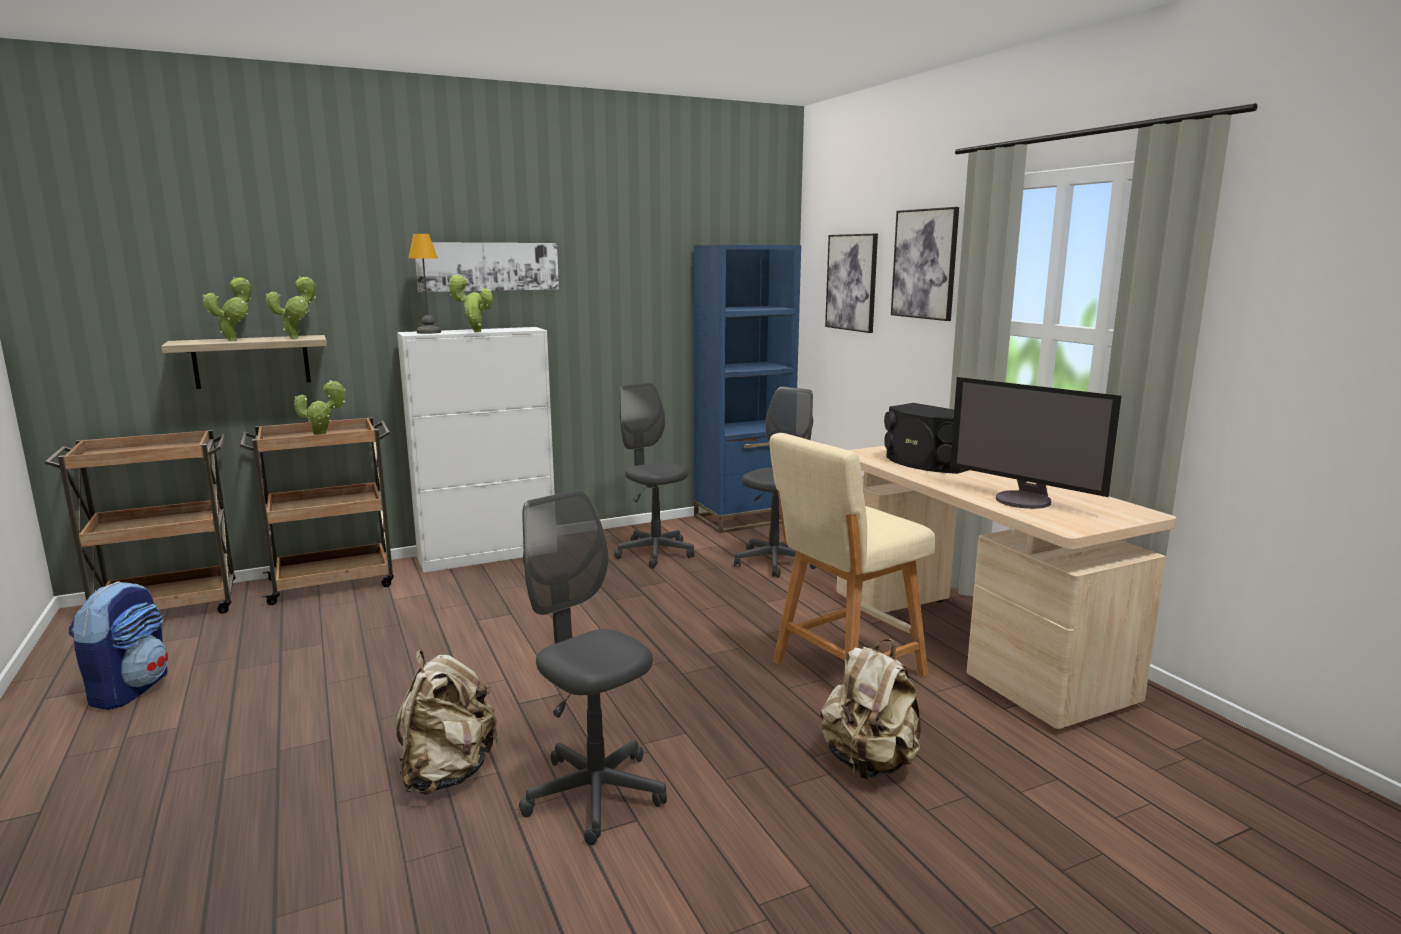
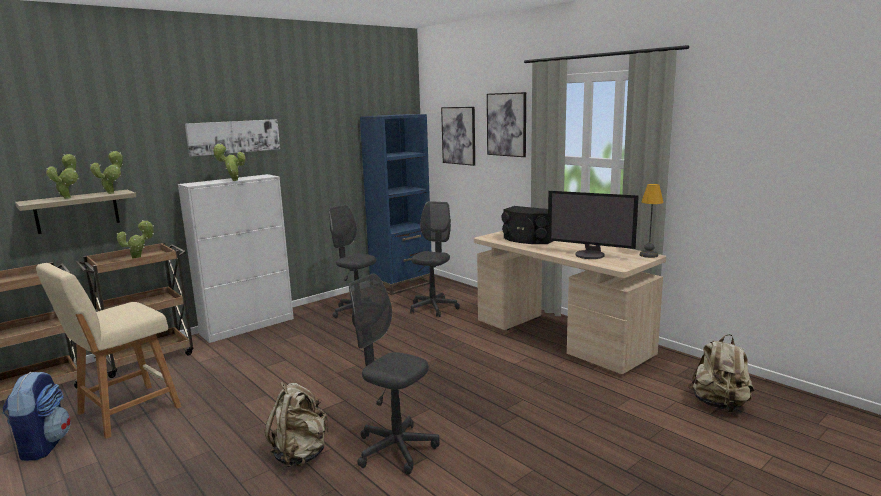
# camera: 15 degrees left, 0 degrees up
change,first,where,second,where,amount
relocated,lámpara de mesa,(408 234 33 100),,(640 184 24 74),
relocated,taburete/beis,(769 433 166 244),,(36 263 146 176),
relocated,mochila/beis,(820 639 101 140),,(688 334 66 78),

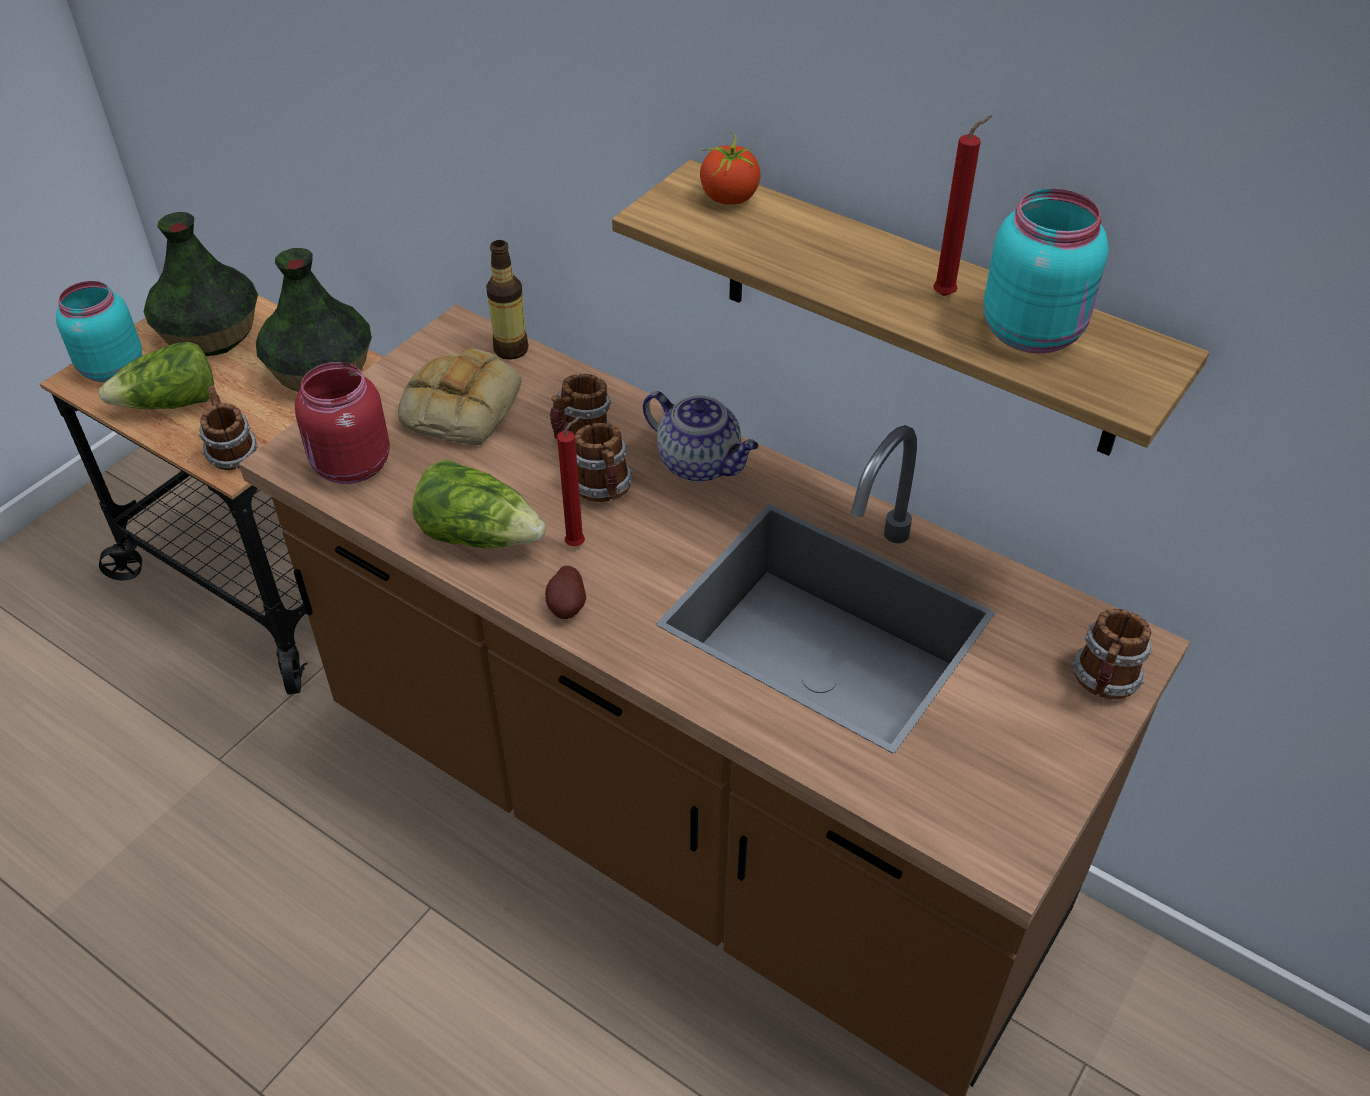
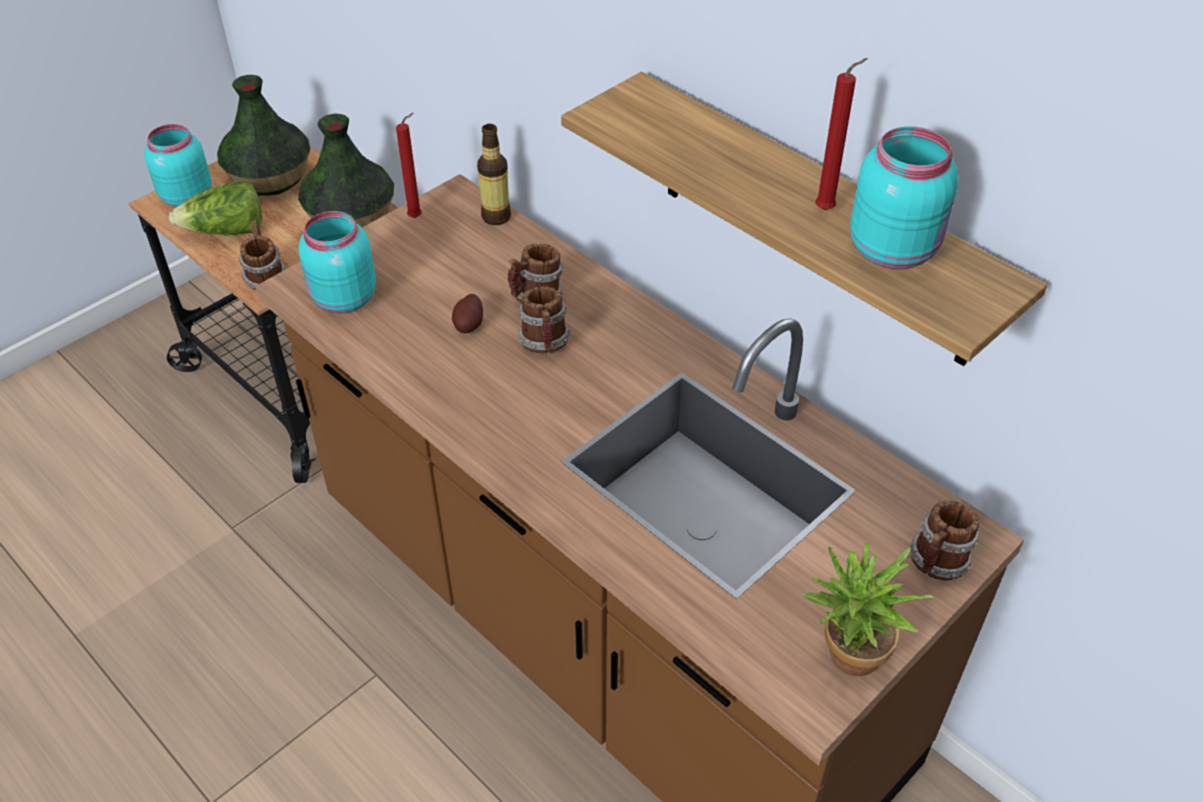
# camera: 10 degrees right, 0 degrees up
change,first,where,second,where,amount
colour,tarro/rojo,(295 362 95 122),tarro/turquesa,(298 211 78 103),
missing,pan,(398 348 124 97),,,
missing,lechuga,(412 459 134 89),,,
relocated,patata,(545 566 41 53),,(452 294 31 39),
relocated,vela/rojo,(557 416 28 130),,(396 113 26 105),
missing,tetera,(643 391 116 91),,,
missing,tomate,(700 132 61 73),,,
appeared,,,planta en maceta,(802 543 132 133),

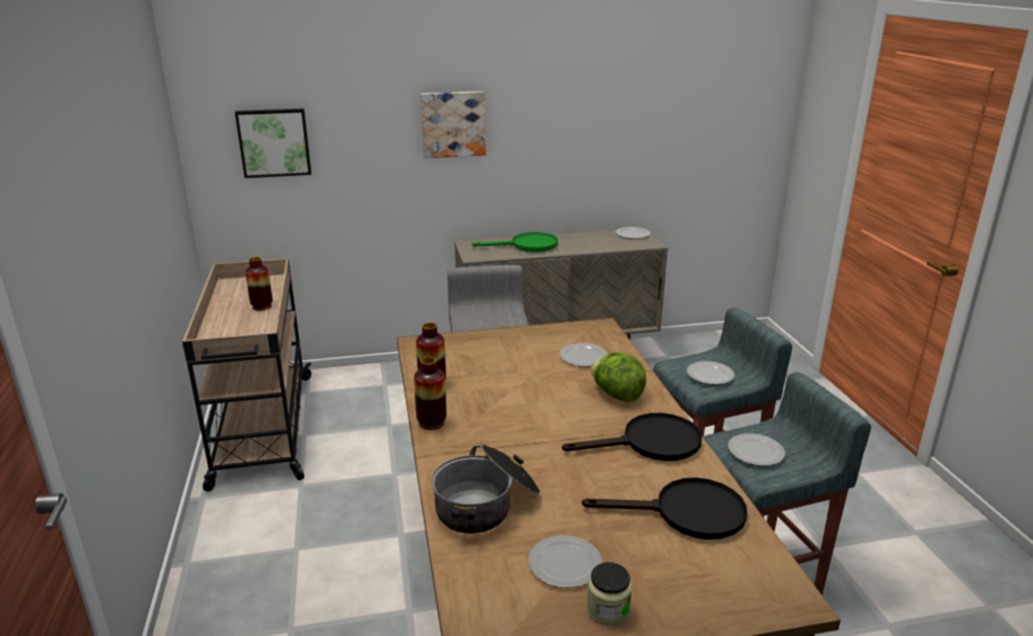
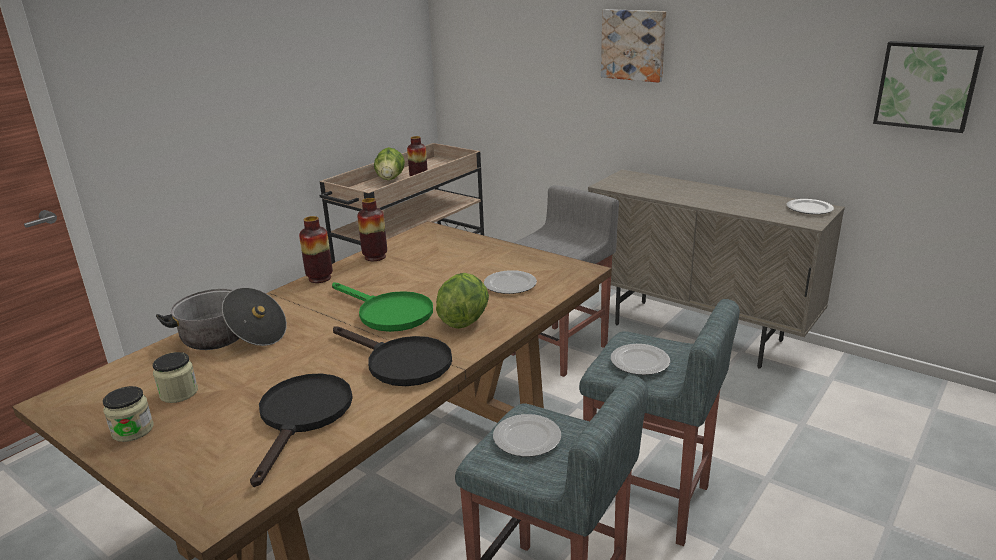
# camera: 50 degrees right, 0 degrees up
change,first,where,second,where,amount
relocated,cuadro,(235 108 76 70),,(873 41 111 92),
relocated,sartén/verde,(472 232 86 20),,(332 283 101 49),
exchanged,plato,(529 535 73 53),tarro,(153 352 45 51),
spun,sartén/negro,(582 477 165 63),,(250 373 103 114),135 degrees counterclockwise
appeared,,,lechuga,(374 147 31 33),

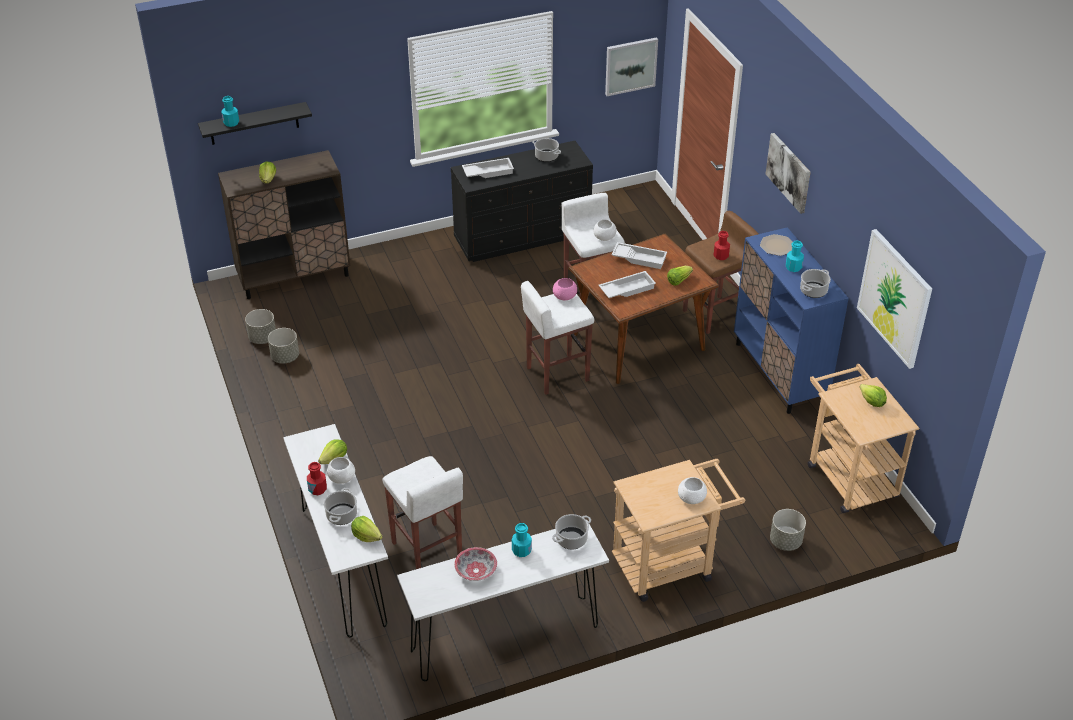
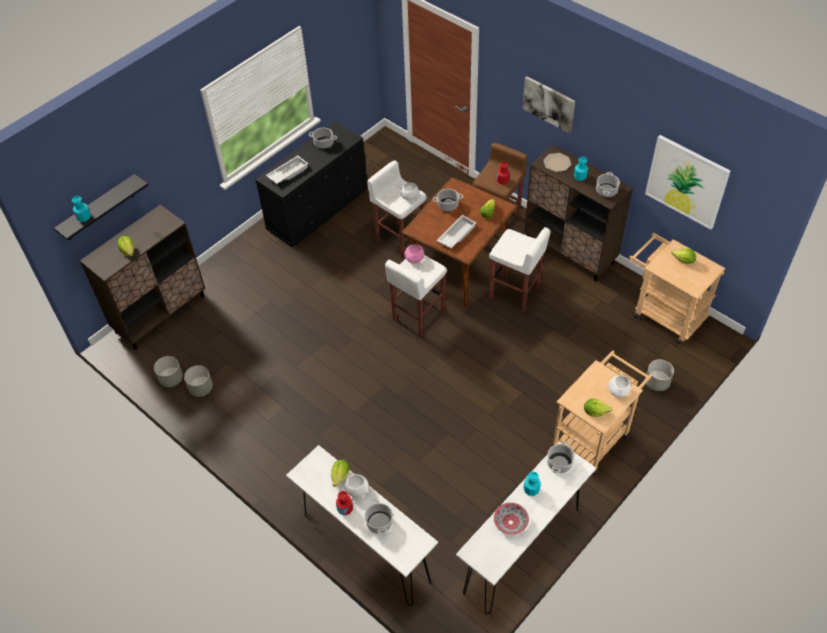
# camera: 25 degrees left, 10 degrees up
change,first,where,second,where,amount
relocated,lechuga,(351 516 31 26),,(584 398 28 19),
relocated,taburete/blanco,(382 456 81 113),,(489 227 61 85),
missing,cuadro,(605 37 53 59),,,
exchanged,bandeja/blanco,(611 242 56 27),olla,(433 189 30 22),
colour,armario/azul,(734 227 115 187),armario/marrón,(524 145 109 137),

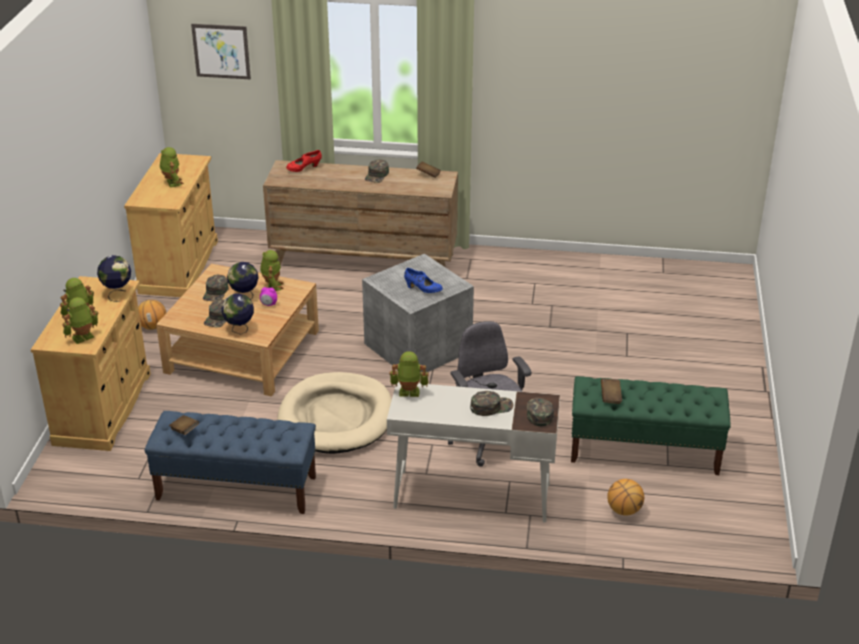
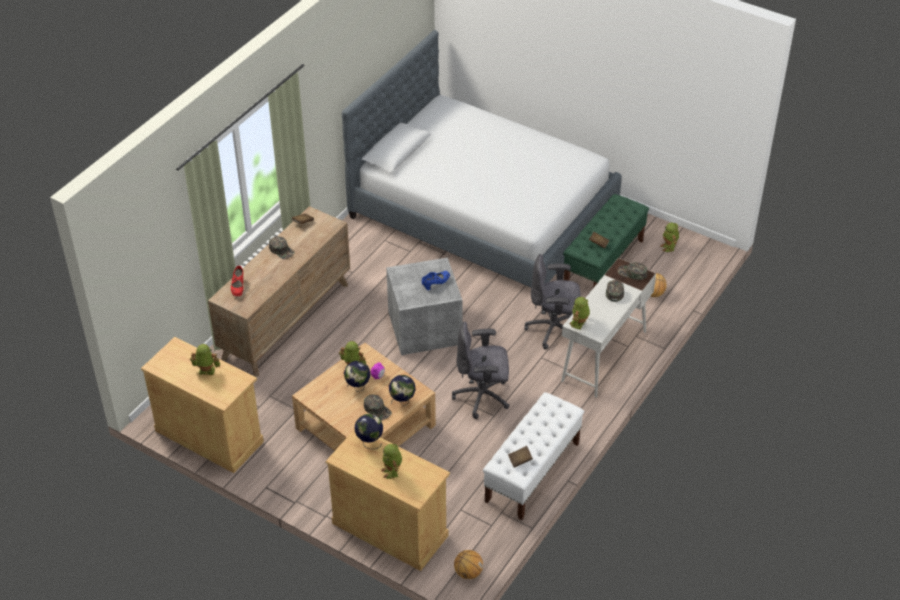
# camera: 65 degrees left, 10 degrees up
change,first,where,second,where,amount
relocated,robot de juguete,(62 297 36 47),,(660 223 19 29),
relocated,balón de baloncesto,(138 300 29 30),,(454 550 29 29),
colour,banco/azul,(145 411 171 103),banco/blanco,(483 392 101 129),
missing,cuadro,(191 24 60 55),,,
missing,gorra/verde,(203 275 26 27),,,
exchanged,cama para perro/beis,(277 372 115 82),silla de oficina/gris,(452 322 57 97),
appeared,,,cama,(342 30 280 257),

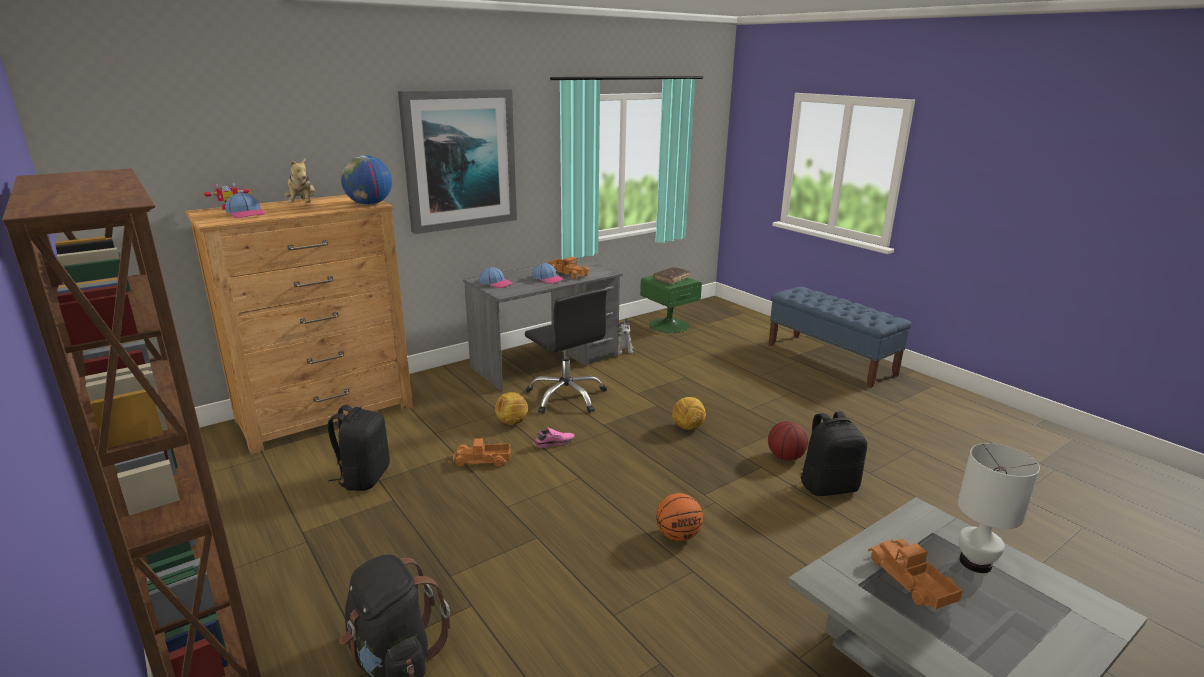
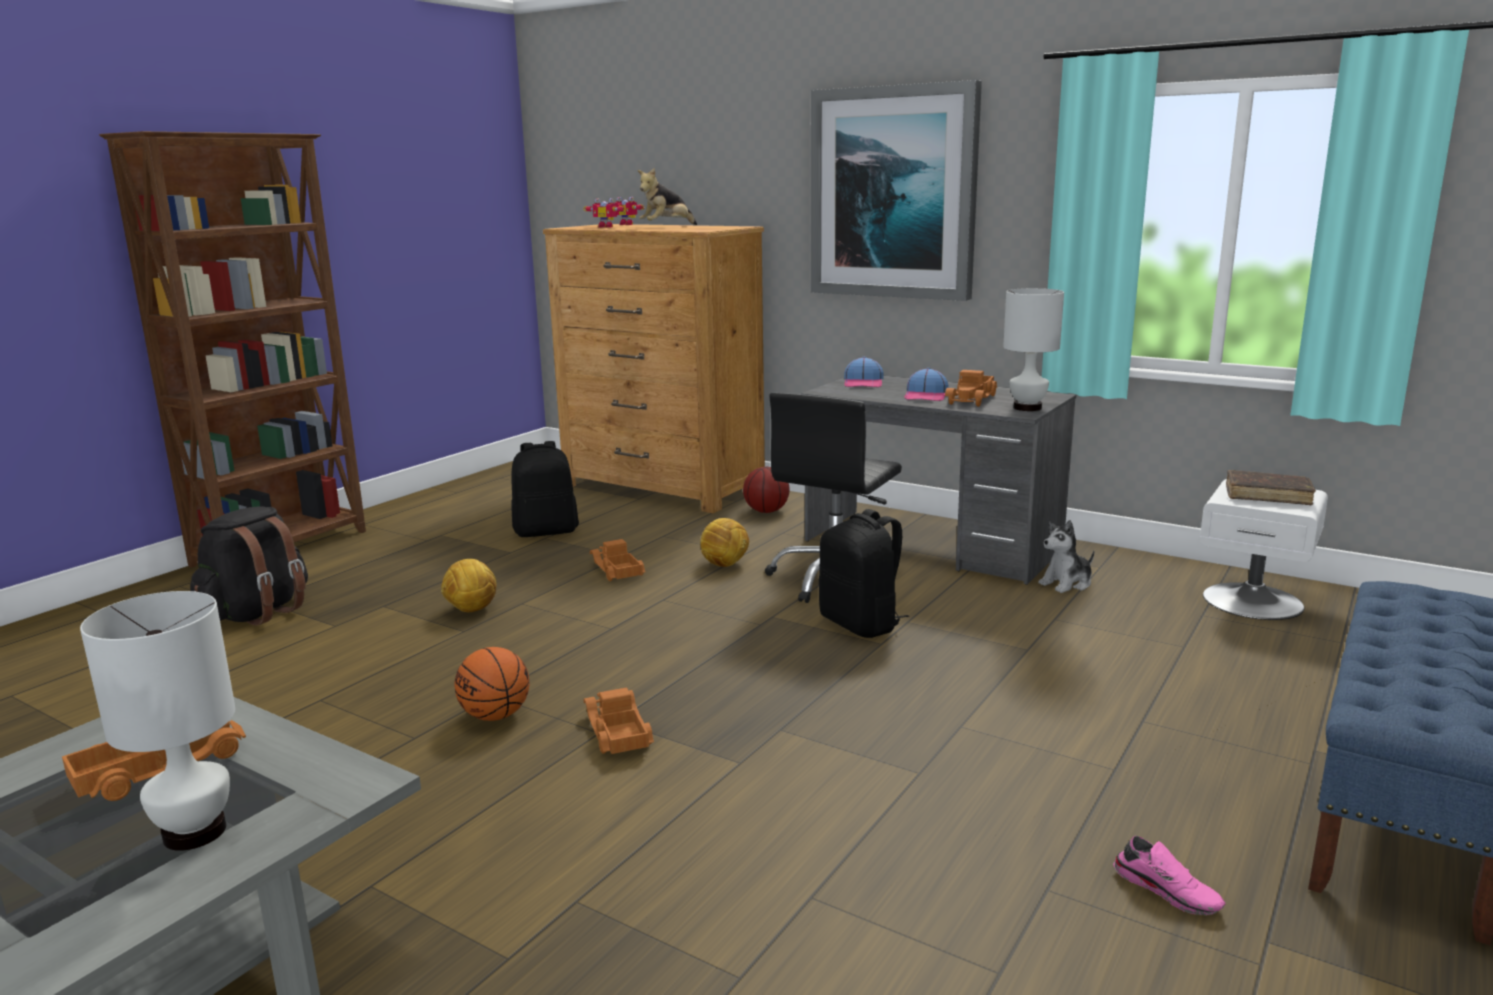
# camera: 70 degrees right, 5 degrees down
change,first,where,second,where,amount
exchanged,gorra,(225 192 40 26),robot de juguete,(583 198 44 30),
missing,globo terráqueo,(341 155 51 50),,,
relocated,zapato/rosa,(534 427 41 21),,(1113 836 113 79),
colour,mesita de noche/verde,(640 275 62 58),mesita de noche/blanco,(1200 479 128 141),
relocated,balón de fútbol,(672 397 34 33),,(441 559 55 53),
relocated,balón de baloncesto,(768 421 40 40),,(743 467 46 46),
relocated,mochila/negro,(800 412 67 84),,(818 509 91 129),
appeared,,,camión de juguete,(584 687 70 67),
appeared,,,lámpara de mesa/blanco,(1003 288 61 123),

